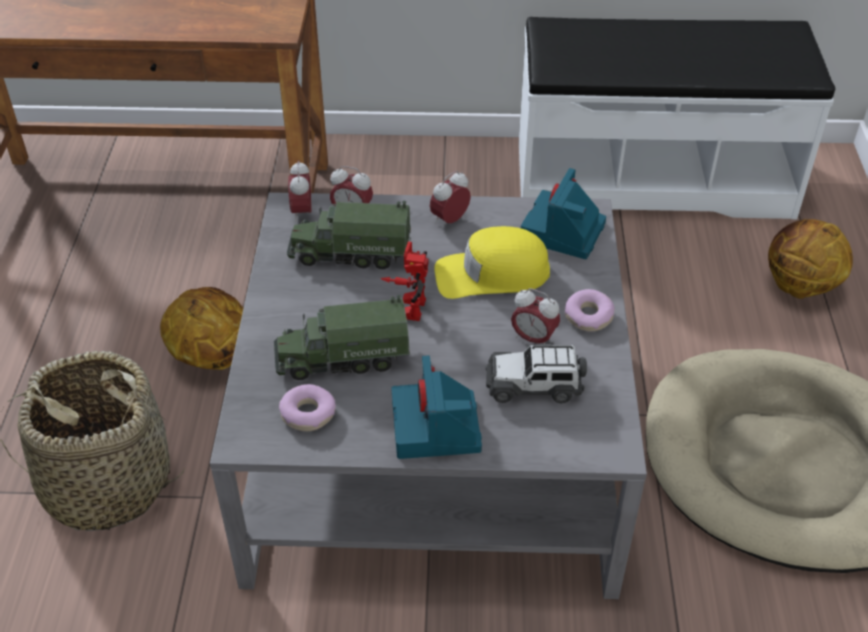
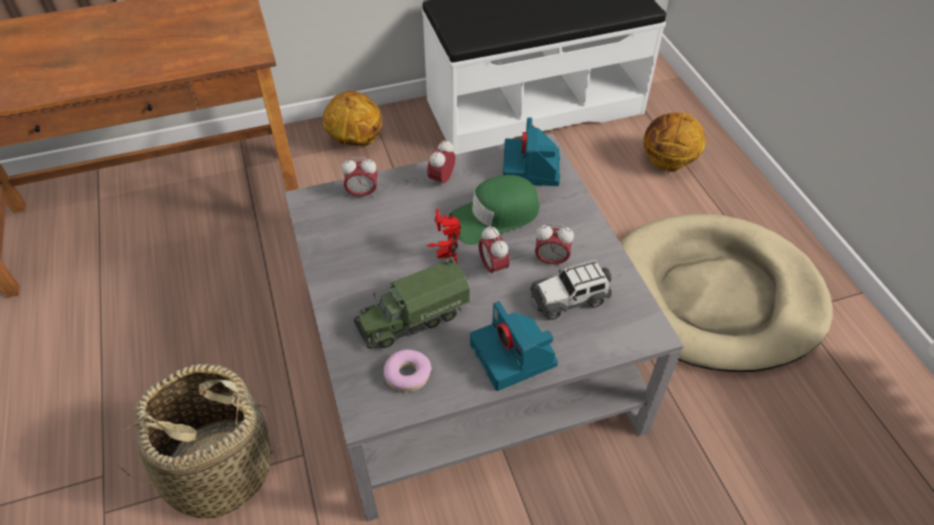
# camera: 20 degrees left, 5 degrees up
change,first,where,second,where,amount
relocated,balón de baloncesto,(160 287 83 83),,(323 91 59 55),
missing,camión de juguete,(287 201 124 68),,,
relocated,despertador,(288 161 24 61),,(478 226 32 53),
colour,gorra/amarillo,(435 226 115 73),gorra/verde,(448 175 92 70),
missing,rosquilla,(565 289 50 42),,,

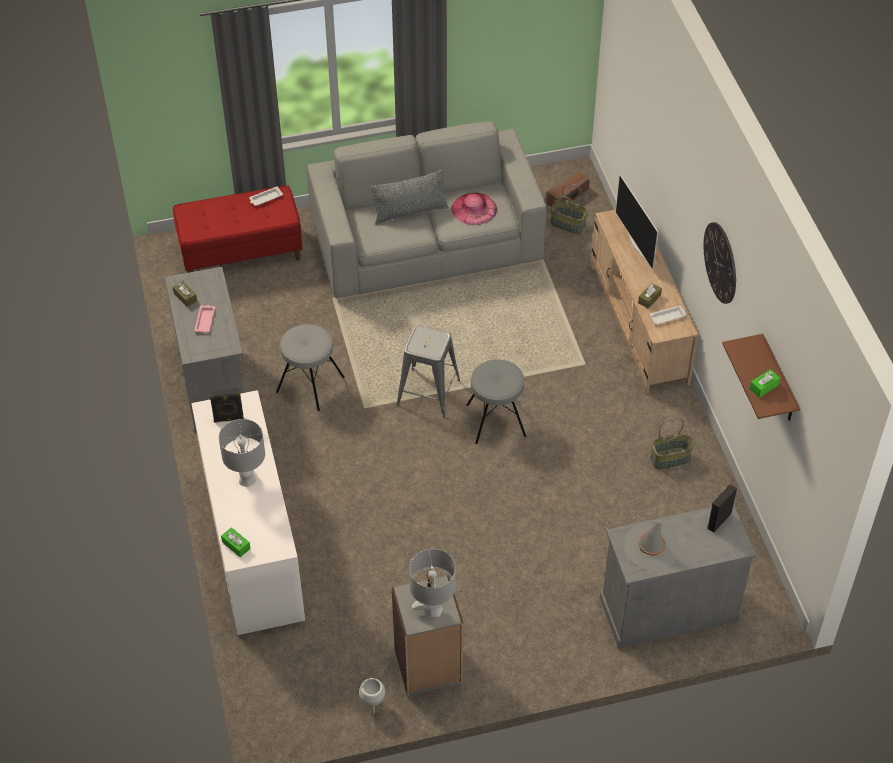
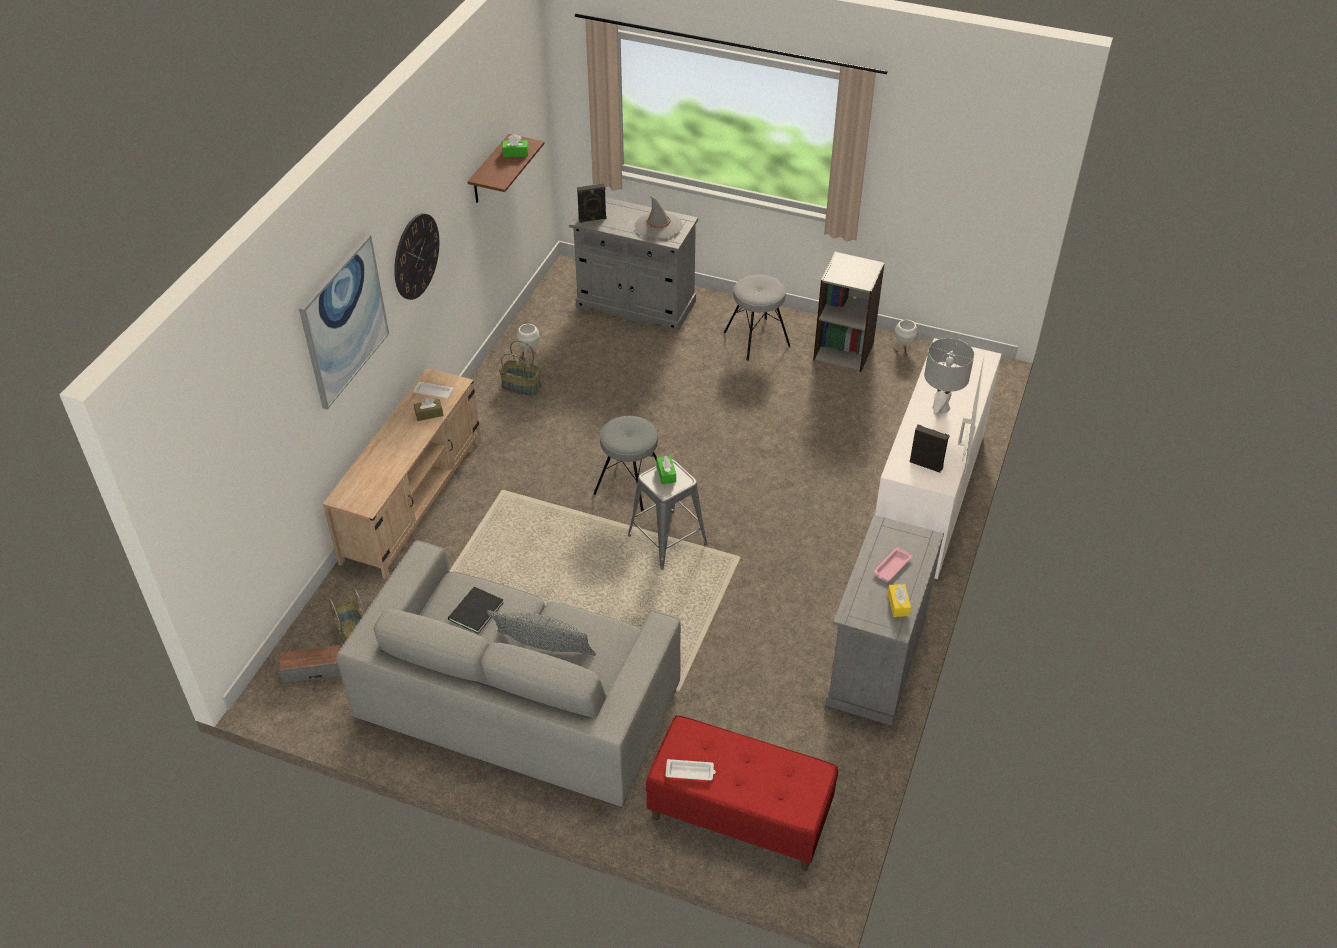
# camera: 145 degrees left, 5 degrees down
change,first,where,second,where,amount
colour,caja de pañuelos/marrón,(173 281 24 26),caja de pañuelos/amarillo,(888 584 23 33),
relocated,caja de pañuelos/verde,(221 527 30 30),,(656 455 20 30),
relocated,taburete/gris,(276 324 69 87),,(724 274 66 87),
missing,lámpara de mesa/gris,(409 549 47 68),,,
exchanged,sombrero/rosa,(451 193 46 32),libro/negro,(448 587 56 47),
relocated,televisor,(615 174 44 96),,(958 355 27 119),
appeared,,,cuadro,(299 234 90 176),
appeared,,,maceta/blanco,(517 324 23 34),

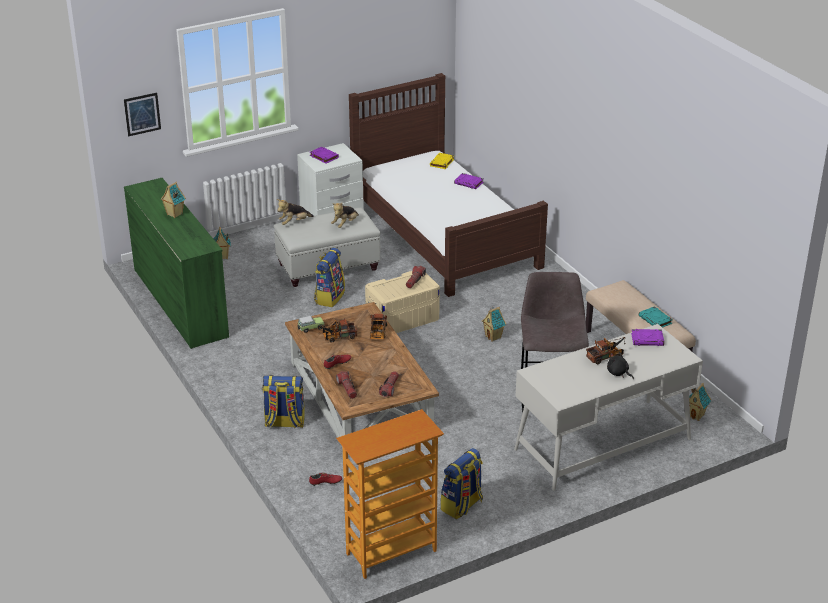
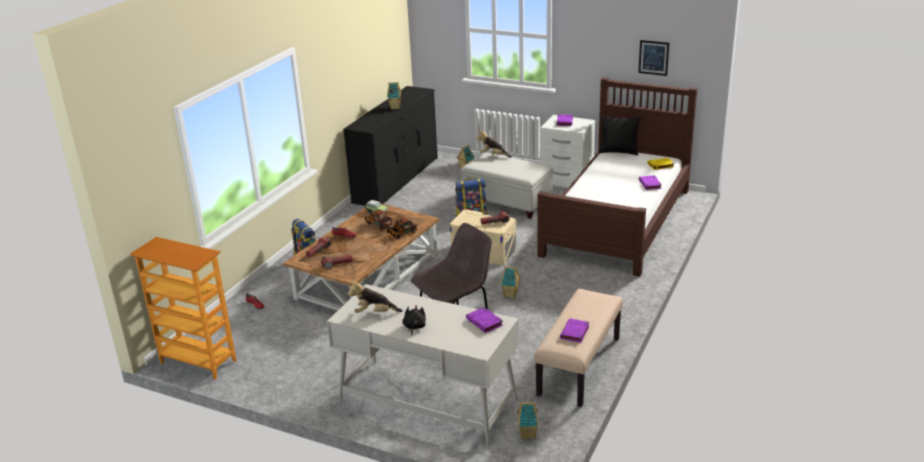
# camera: 55 degrees right, 5 degrees down
change,first,where,second,where,amount
relocated,cuadro,(124 93 37 44),,(638 40 31 36),
colour,cómoda/verde,(124 178 105 171),cómoda/negro,(343 86 95 120),
relocated,peluche,(331 203 28 25),,(348 280 55 33),
missing,mochila,(441 448 42 71),,,
missing,camión de juguete,(586 337 40 28),,,
colour,libro/turquesa,(639 306 34 22),libro/morado,(560 318 29 25),
appeared,,,cojín/negro,(598 116 43 39),

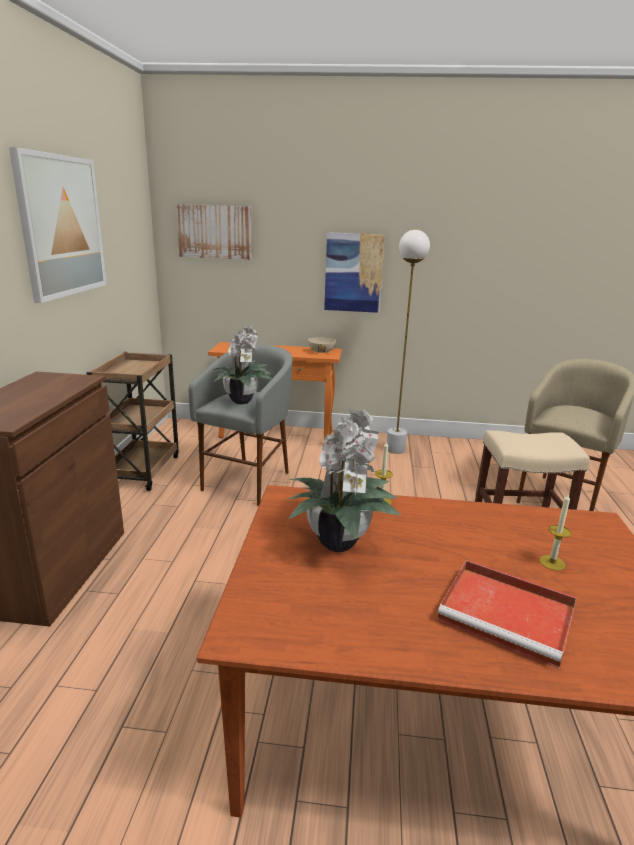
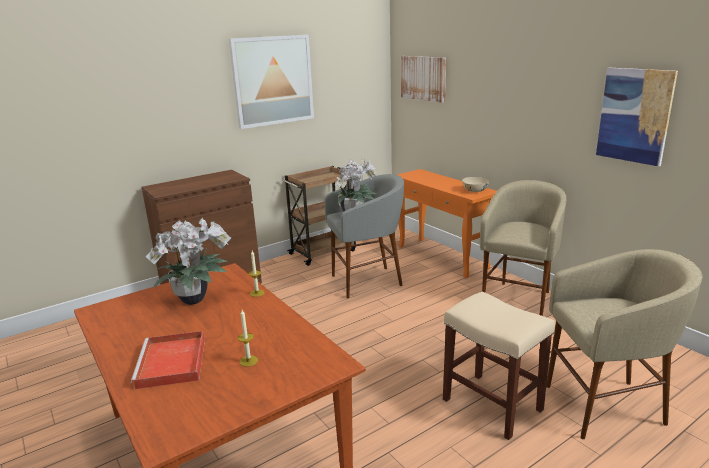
# camera: 50 degrees right, 0 degrees up
change,first,where,second,where,amount
relocated,cuadro,(324 232 61 81),,(596 68 82 98),
exchanged,lámpara de pie/blanco,(387 230 43 224),taburete/beis,(480 180 87 136),

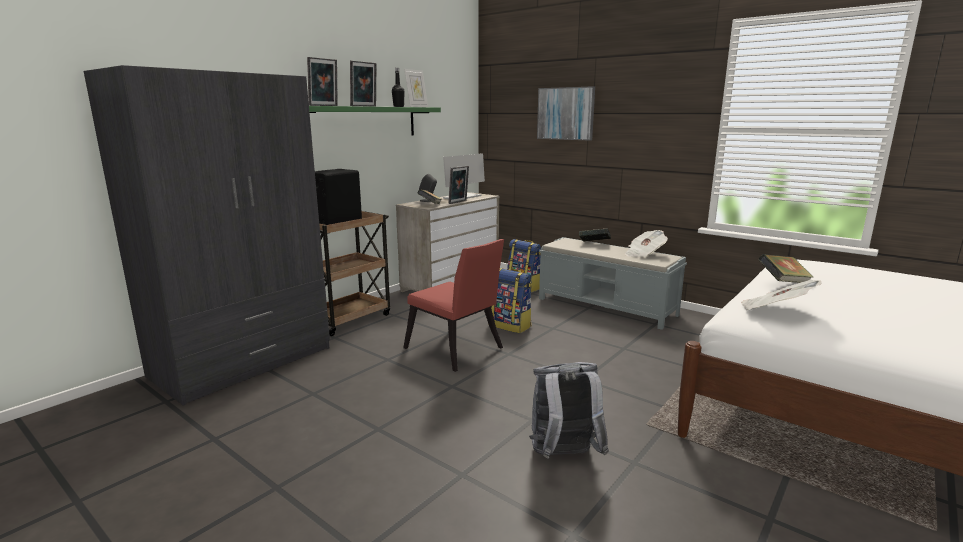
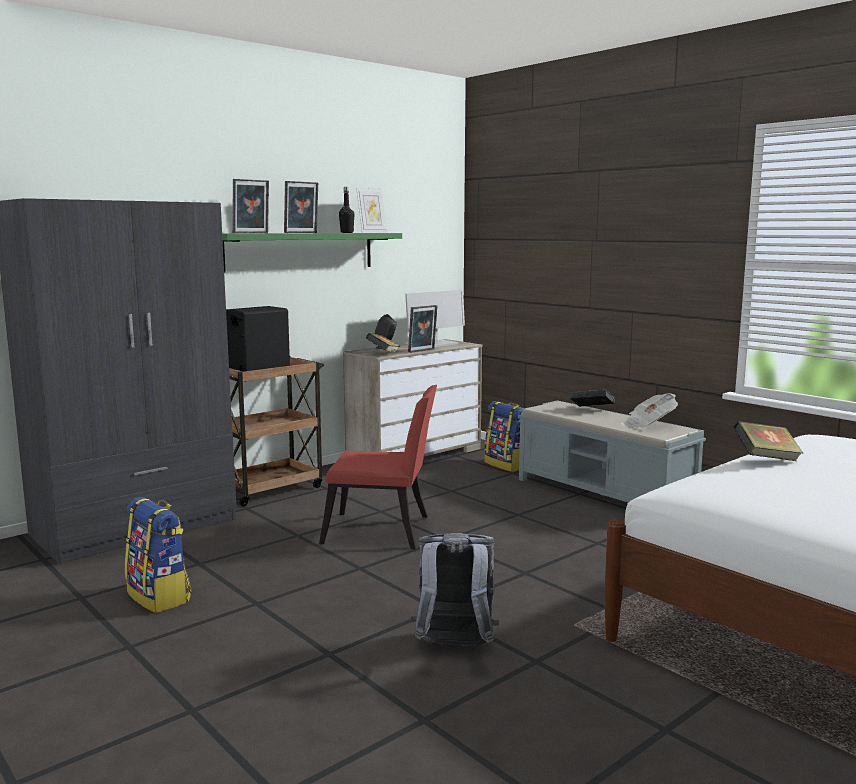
# camera: 10 degrees right, 5 degrees down
change,first,where,second,where,amount
spun,silla/rojo,(403 239 101 133),,(319 385 118 164),45 degrees counterclockwise
relocated,mochila,(488 268 44 65),,(125 497 66 116),
missing,cuadro,(537 86 58 55),,,
missing,periódico,(741 280 81 30),,,

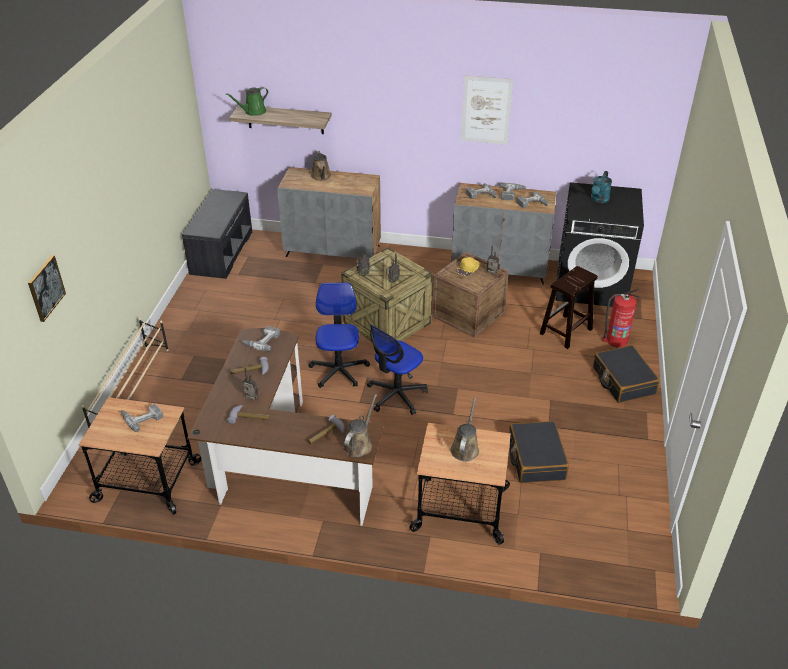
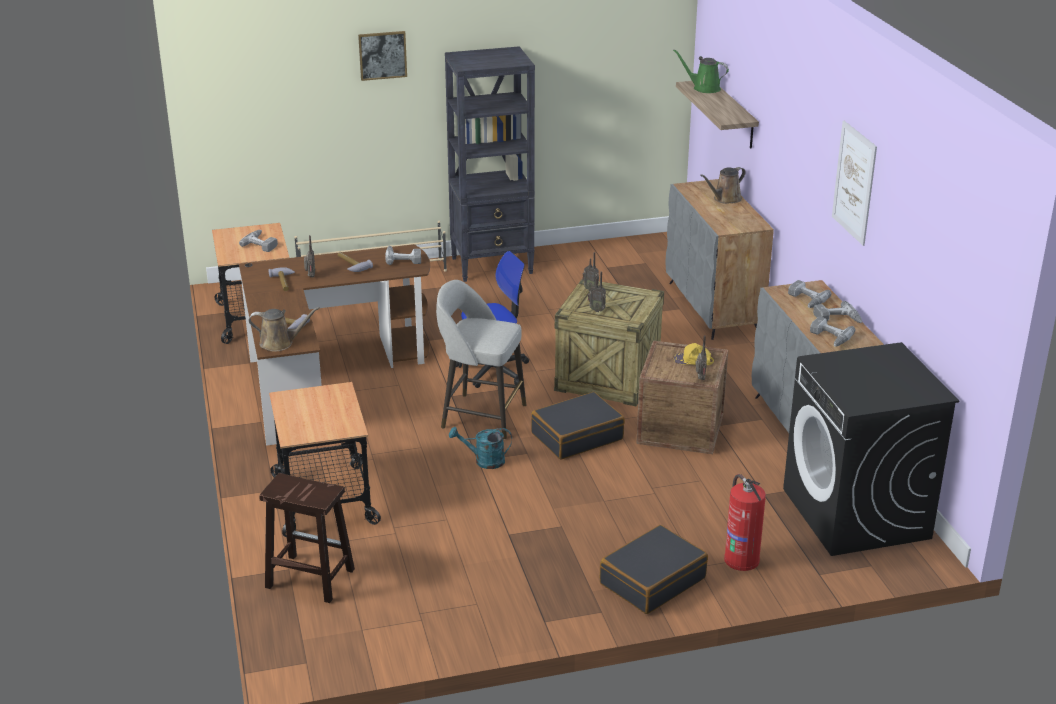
# camera: 65 degrees right, 10 degrees down
change,first,where,second,where,amount
relocated,cuadro,(28 255 38 67),,(358 31 49 50),
missing,banco/gris,(182 189 70 90),,,
exchanged,silla de oficina,(367 324 61 91),taburete/gris,(436 280 90 159),
missing,regadera/marrón,(450 397 29 64),,,
relocated,maleta/negro,(509 421 60 62),,(531 392 94 68),
relocated,taburete/marrón,(540 266 58 83),,(259 473 96 130),
relocated,regadera/turquesa,(591 171 21 32),,(449 427 63 42),
appeared,,,estantería/negro,(445 46 90 236),

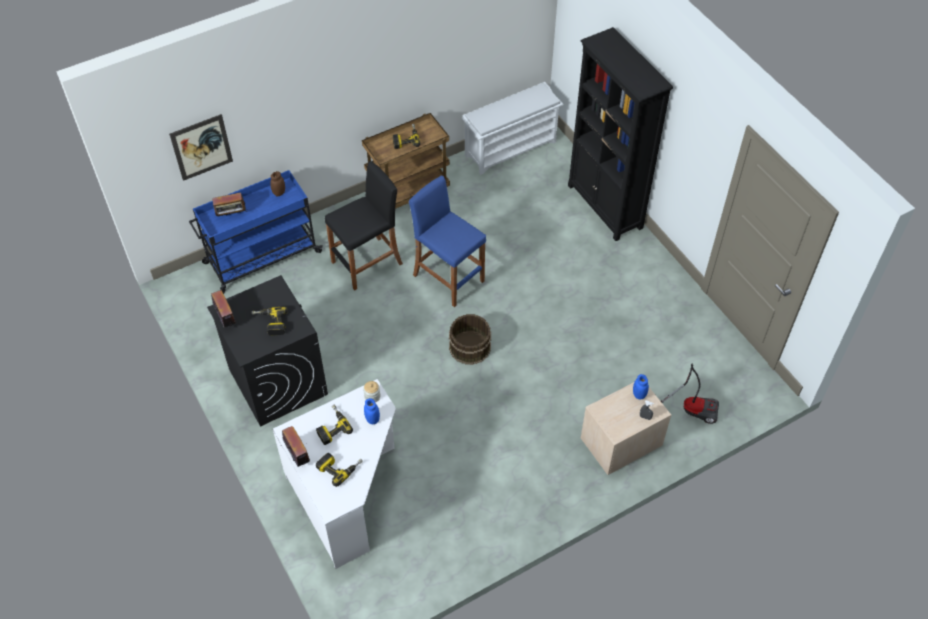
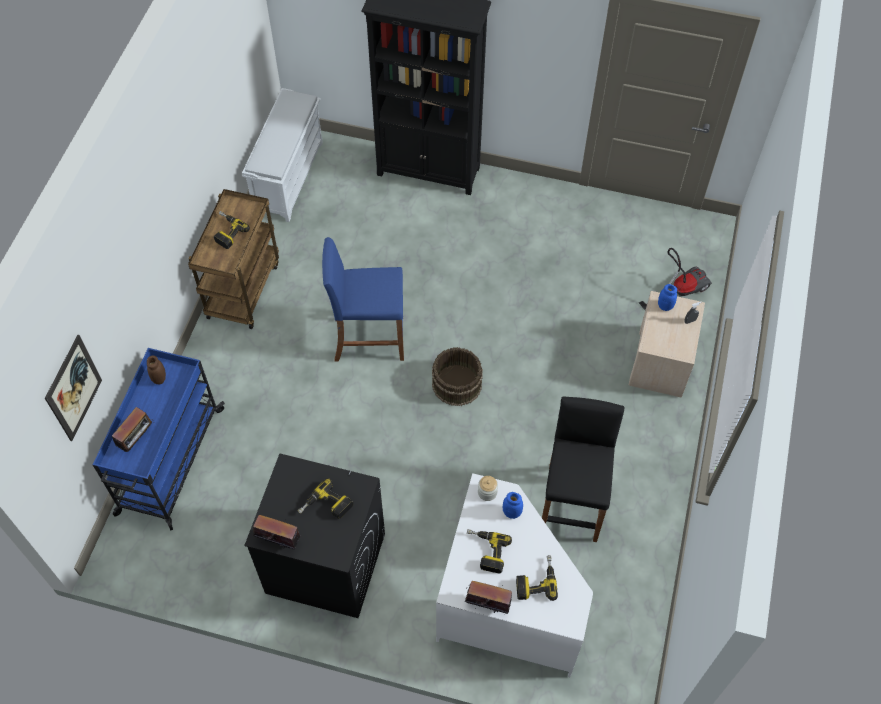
# camera: 45 degrees left, 5 degrees up
change,first,where,second,where,amount
relocated,taburete/negro,(325 161 78 130),,(542 396 82 146),

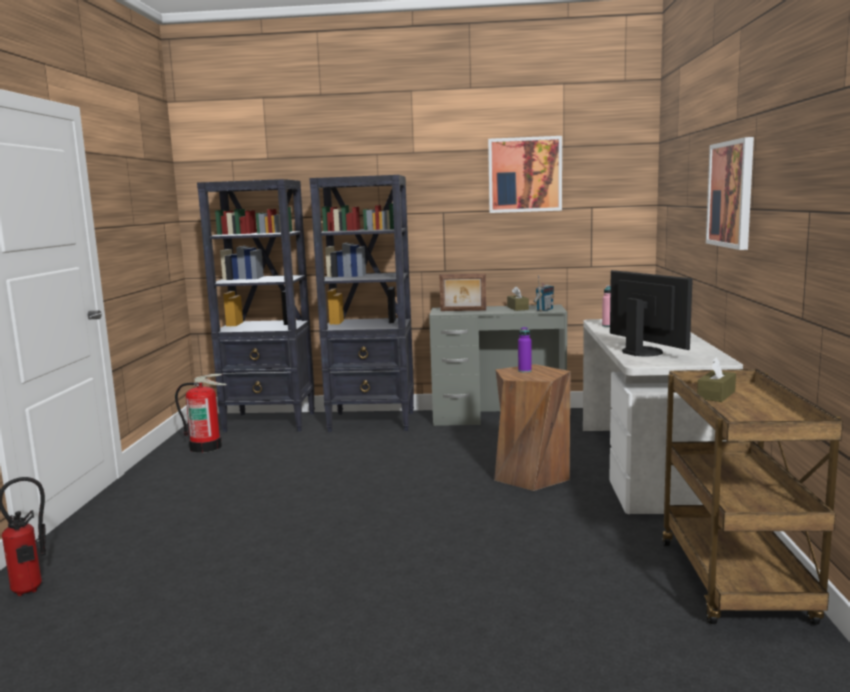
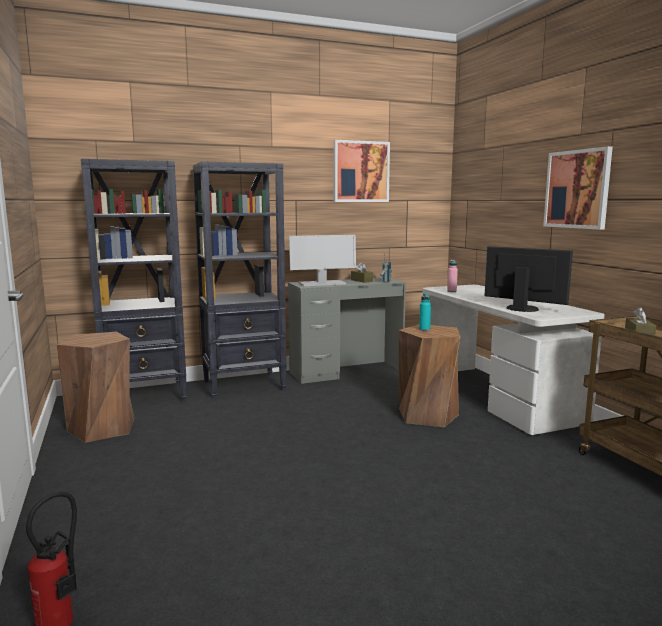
# camera: 25 degrees left, 0 degrees up
change,first,where,second,where,amount
exchanged,extintor,(175 373 52 80),taburete/marrón,(57 332 77 111),
exchanged,portarretratos,(439 274 47 37),monitor,(289 235 67 51),
colour,botella/morado,(518 327 14 46),botella/turquesa,(419 293 12 38),

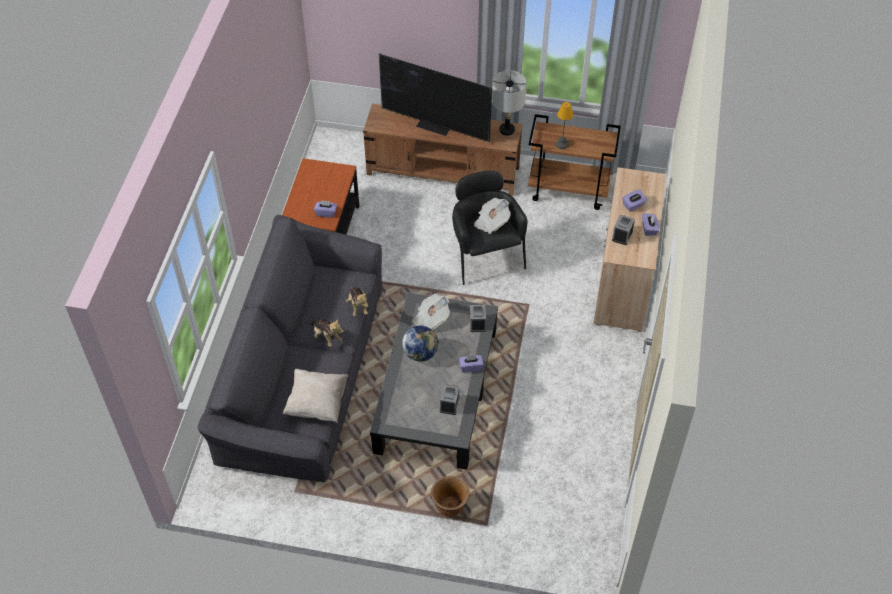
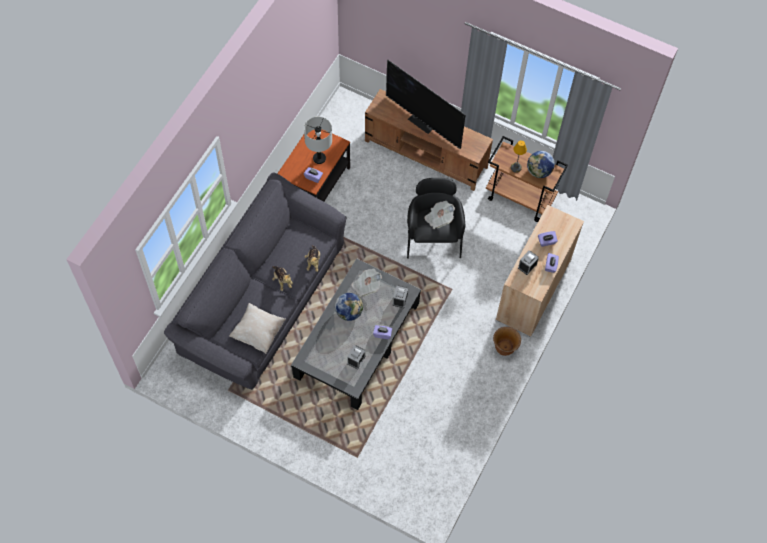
# camera: 15 degrees right, 10 degrees up
change,first,where,second,where,amount
relocated,maceta/marrón,(431 476 39 41),,(493 327 28 29),
relocated,lámpara de mesa/gris,(492 70 35 66),,(304 117 28 47),
appeared,,,globo terráqueo,(527 151 28 27),

